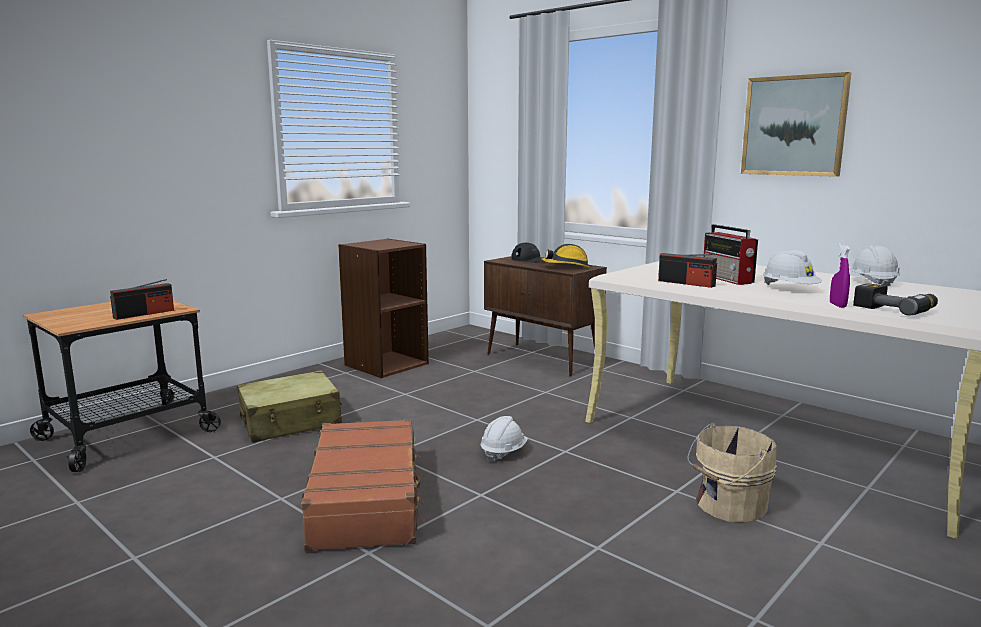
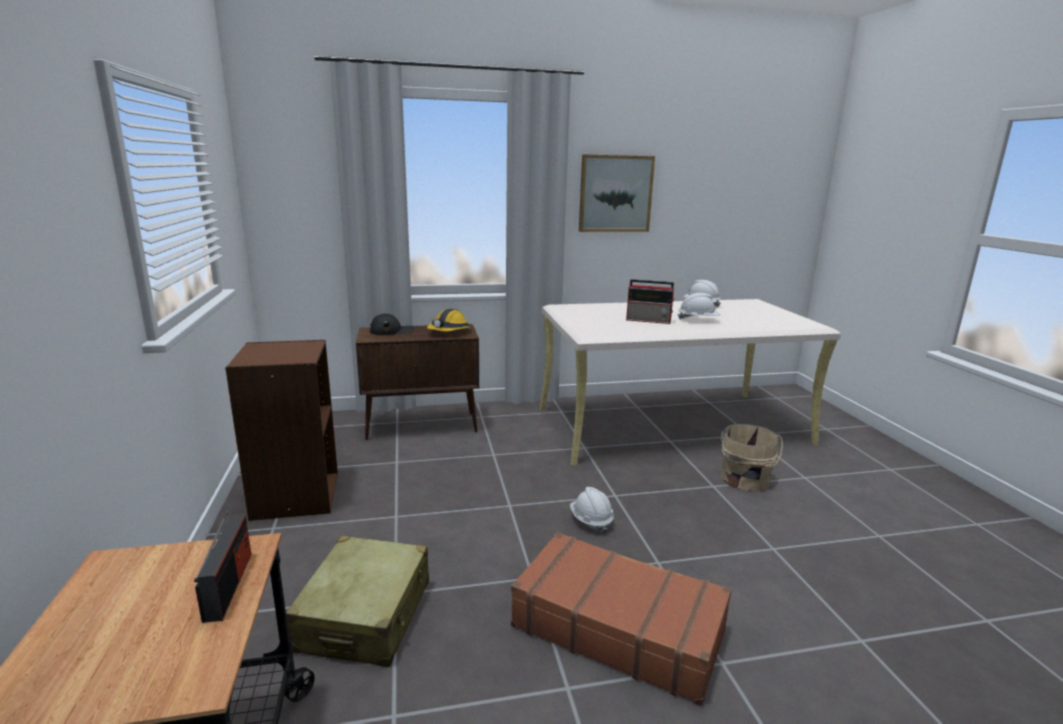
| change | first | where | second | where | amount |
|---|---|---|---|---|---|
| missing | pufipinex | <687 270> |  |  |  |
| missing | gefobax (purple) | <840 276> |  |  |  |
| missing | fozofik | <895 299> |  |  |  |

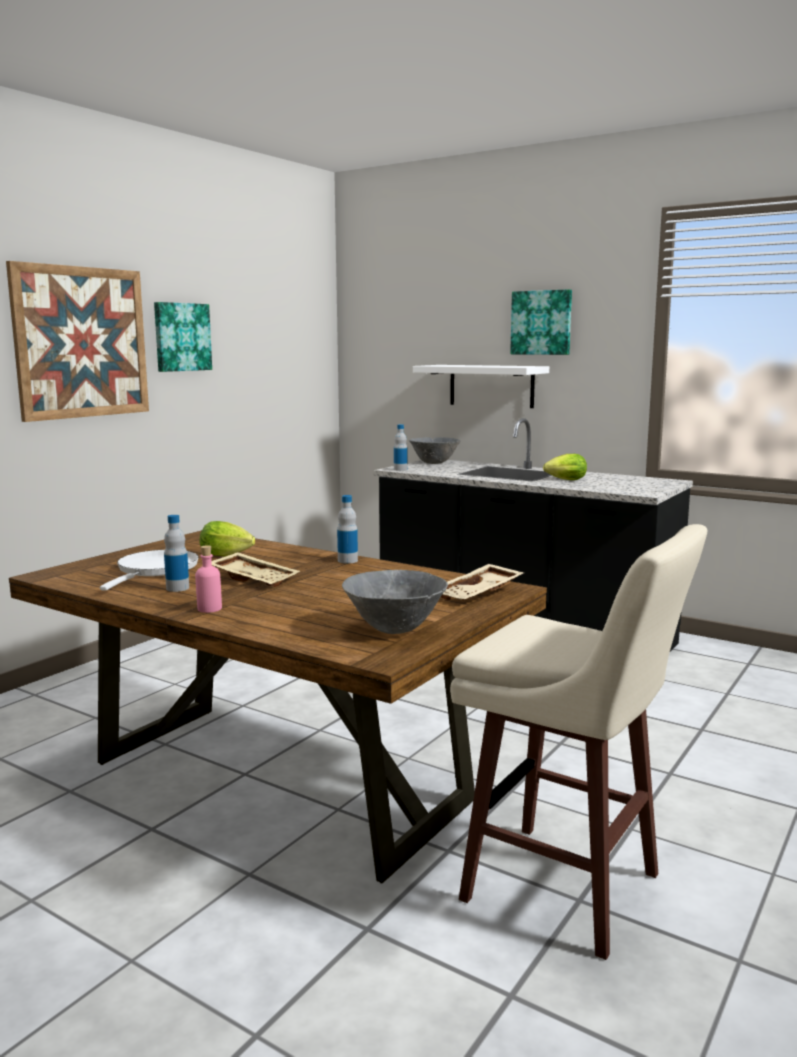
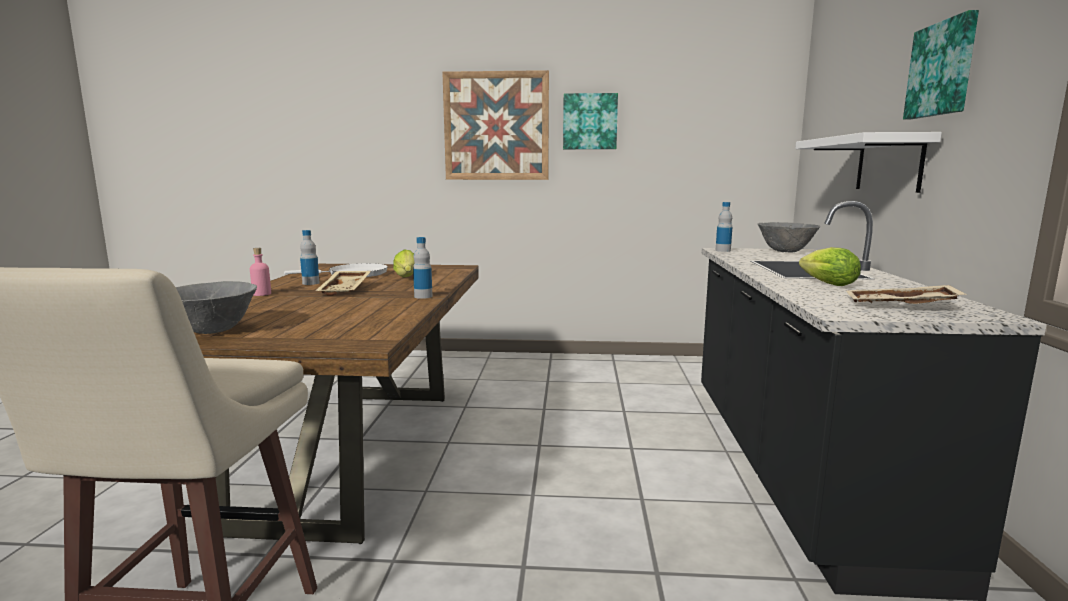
| change | first | where | second | where | amount |
|---|---|---|---|---|---|
| relocated | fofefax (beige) | <482 582> |  | <906 294> |  |

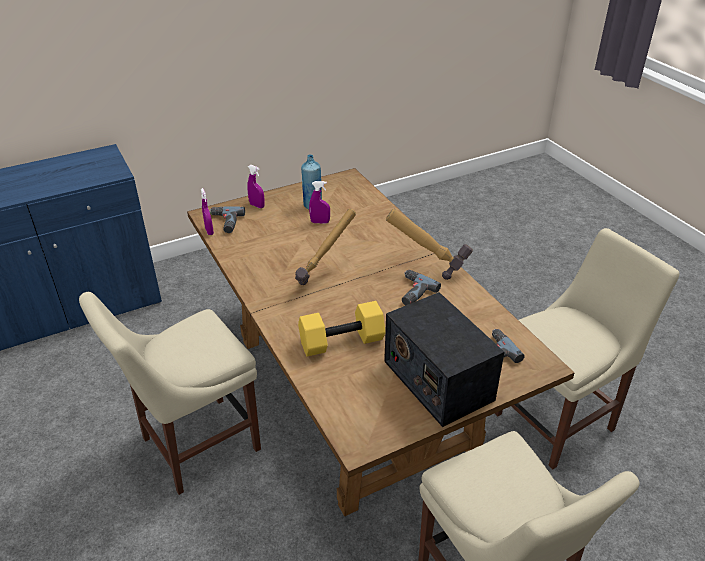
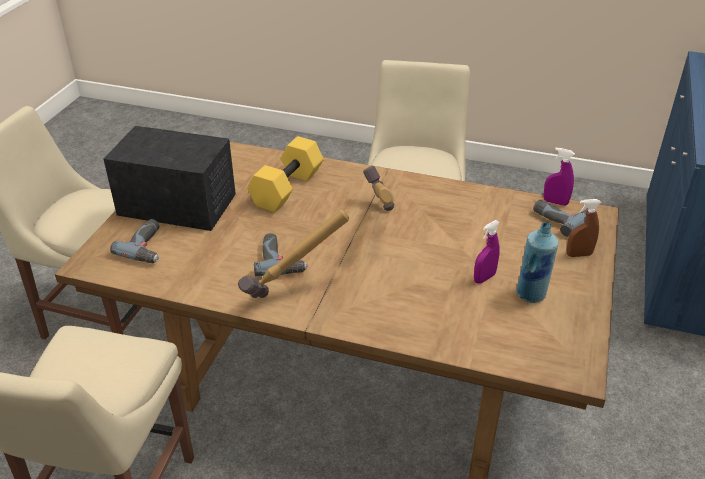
| change | first | where | second | where | amount |
|---|---|---|---|---|---|
| colour | gefobax (purple) | <256 186> | gefobax (brown) | <583 228> |  |

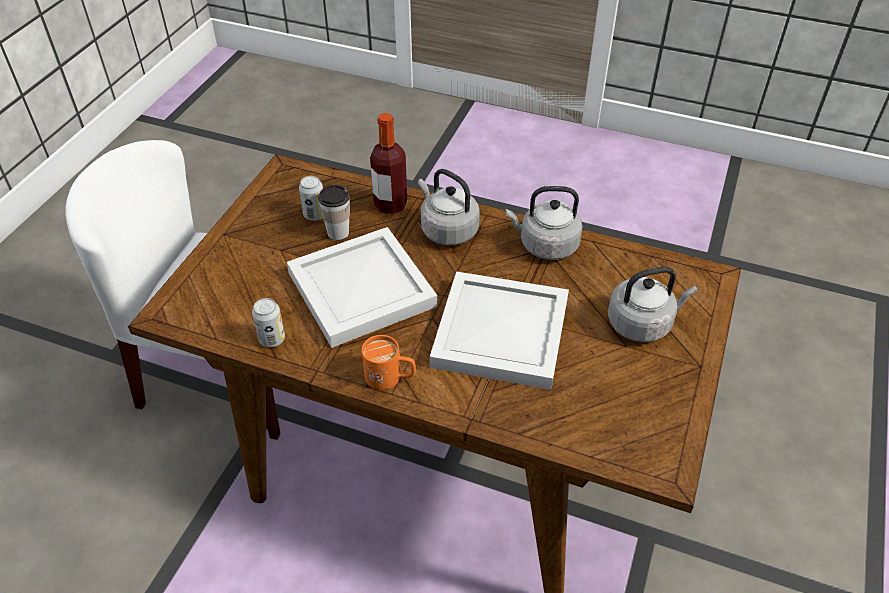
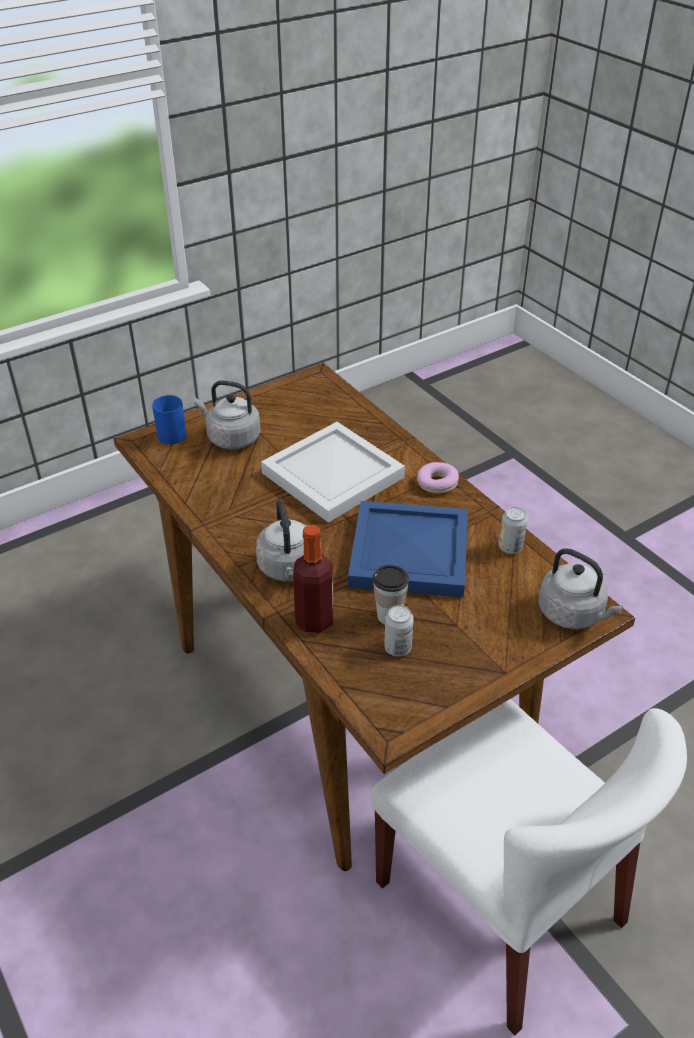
| change | first | where | second | where | amount |
|---|---|---|---|---|---|
| appeared |  |  | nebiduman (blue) | <169 419> |  |
| relocated | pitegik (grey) | <544 223> |  | <580 588> |  |
| exchanged | nebiduman (orange) | <389 362> | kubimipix | <438 478> |  |
| colour | fofefax (white) | <362 287> | fofefax (blue) | <408 549> |  |

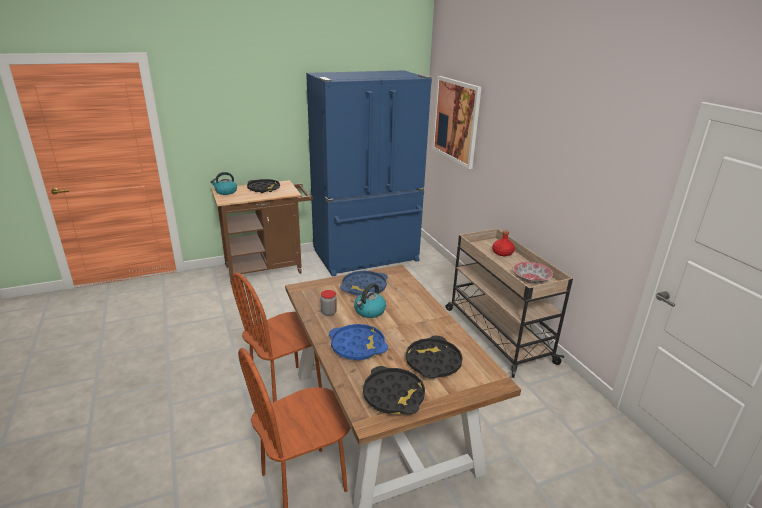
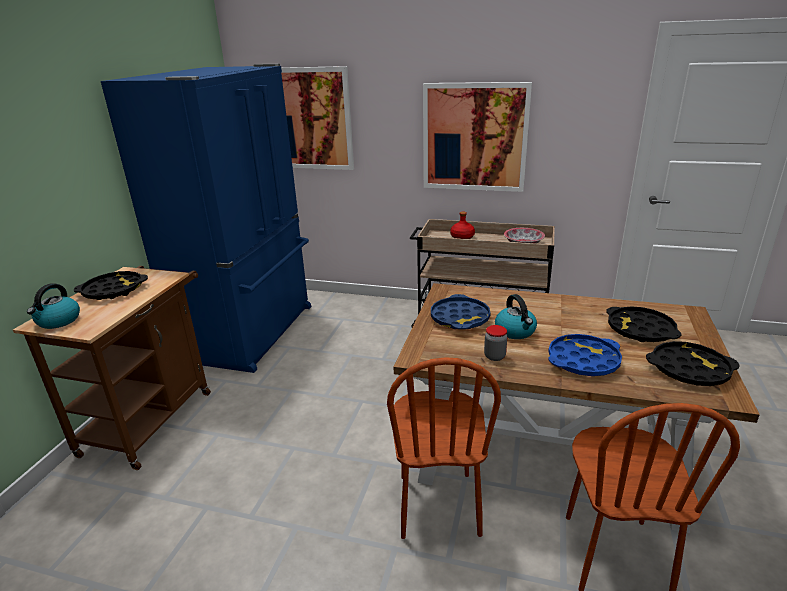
| change | first | where | second | where | amount |
|---|---|---|---|---|---|
| appeared |  |  | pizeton | <477 137> |  |

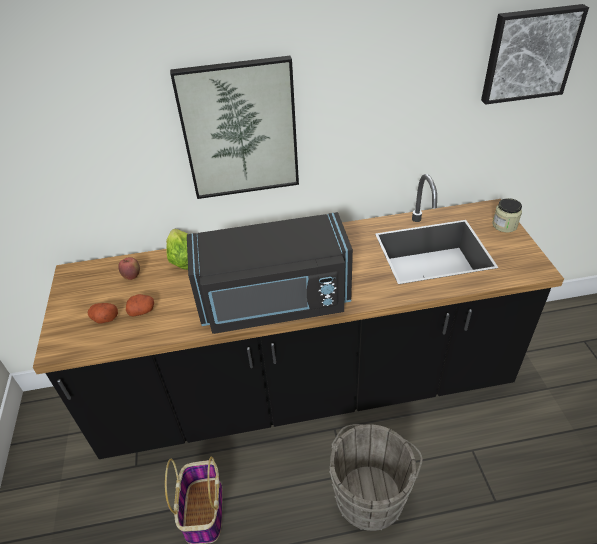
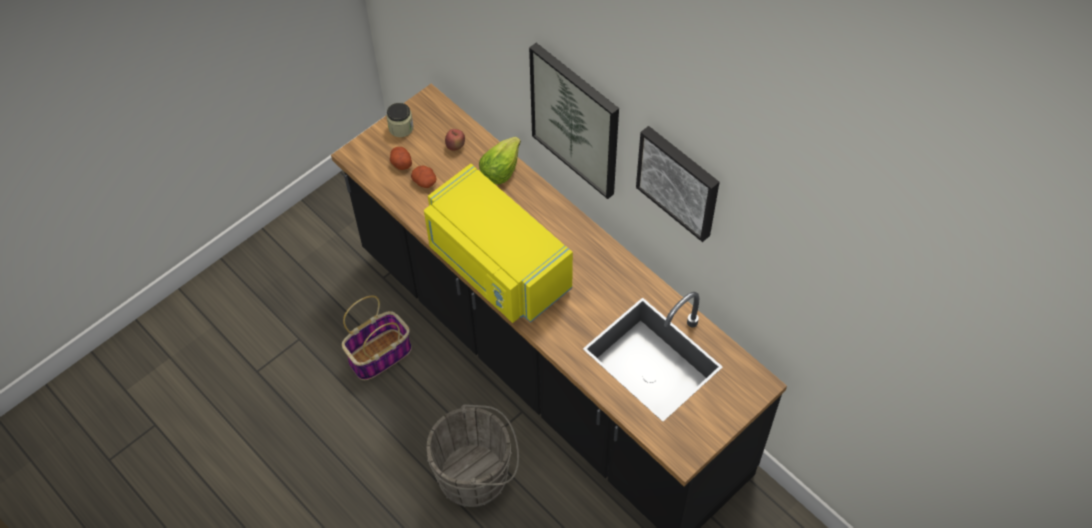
| change | first | where | second | where | amount |
|---|---|---|---|---|---|
| relocated | pizeton | <535 54> |  | <678 184> |  |
| relocated | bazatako | <507 215> |  | <400 120> |  |
| colour | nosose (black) | <270 273> | nosose (yellow) | <498 243> |  |

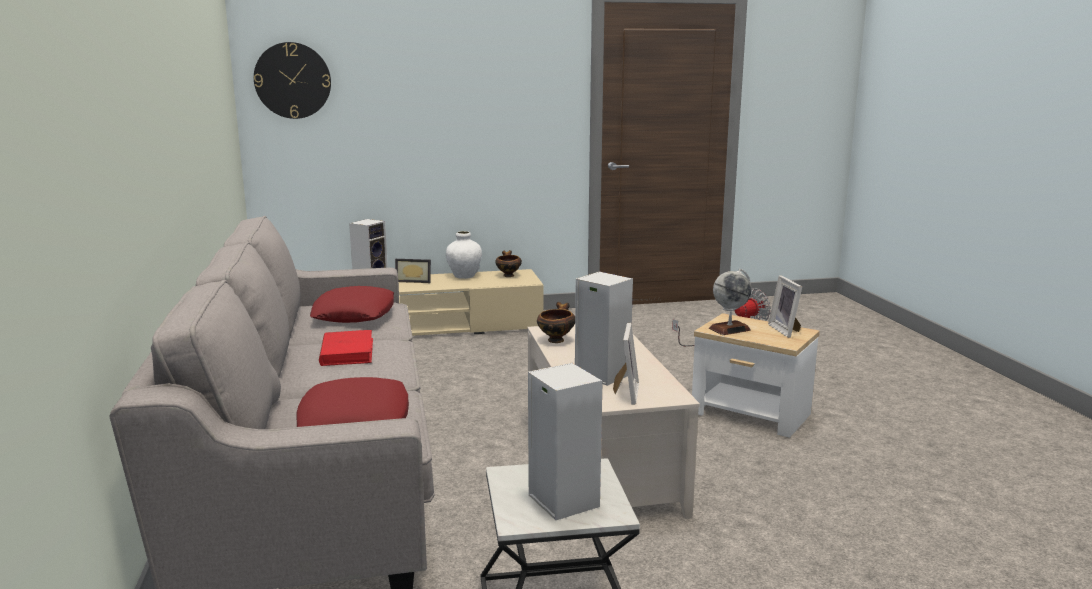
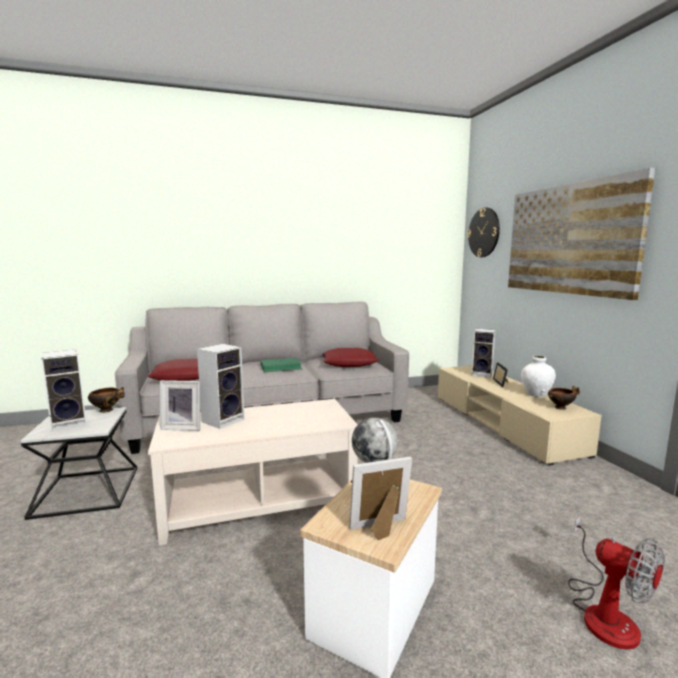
| change | first | where | second | where | amount |
|---|---|---|---|---|---|
| appeared |  |  | pizeton | <581 234> |  |
| relocated | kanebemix | <556 322> |  | <106 400> |  |
| colour | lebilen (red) | <346 348> | lebilen (green) | <281 365> |  |

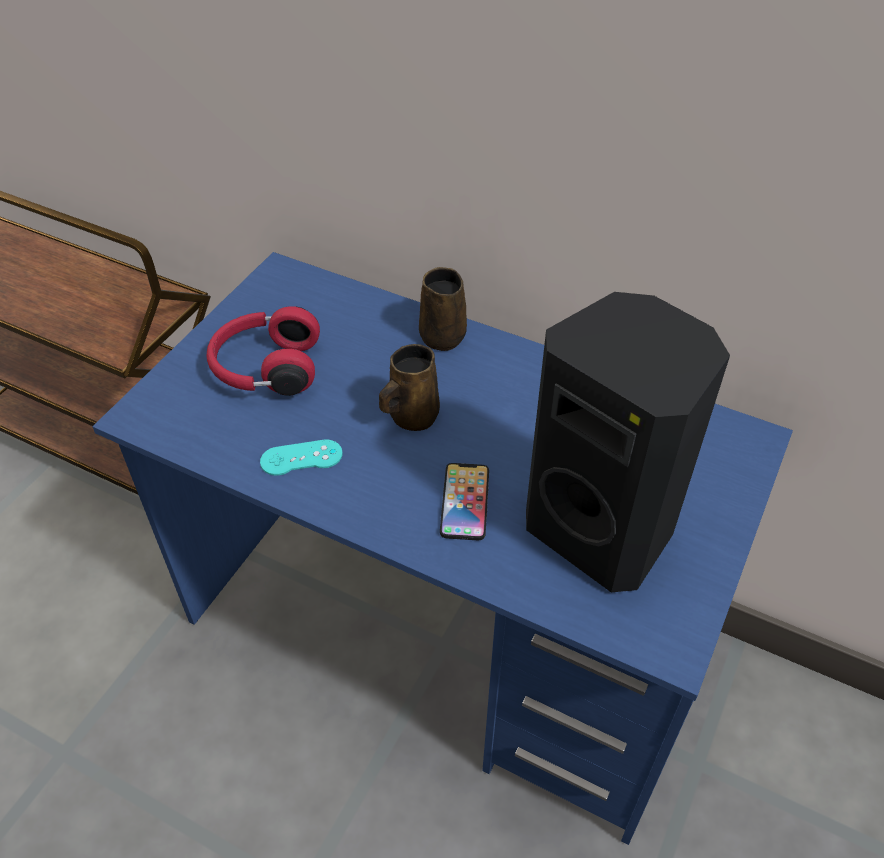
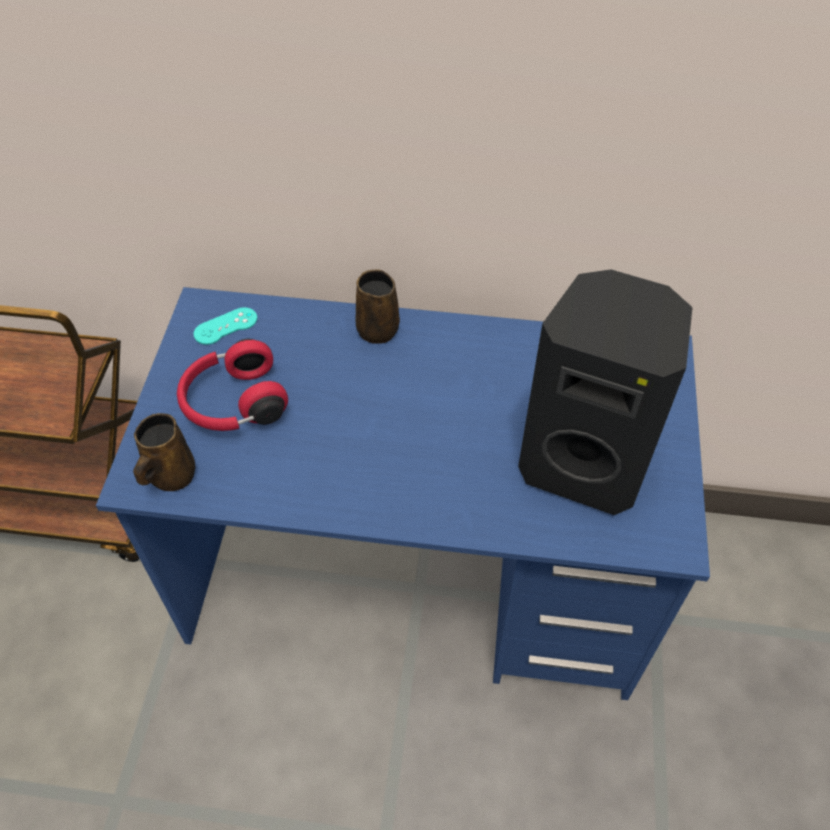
| change | first | where | second | where | amount |
|---|---|---|---|---|---|
| missing | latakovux | <464 501> |  |  |  |
| relocated | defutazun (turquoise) | <301 457> |  | <225 326> |  |
| relocated | nebiduman (brown) | <409 387> |  | <164 452> |  |

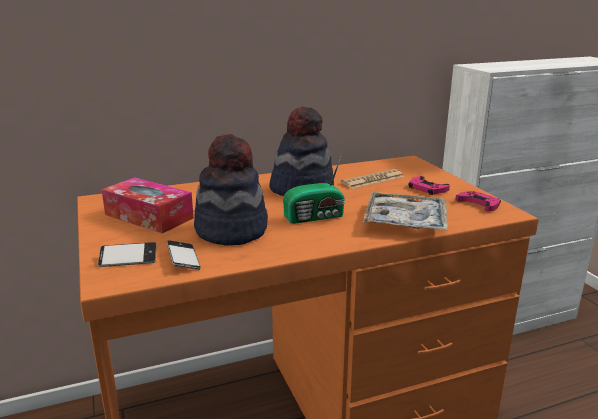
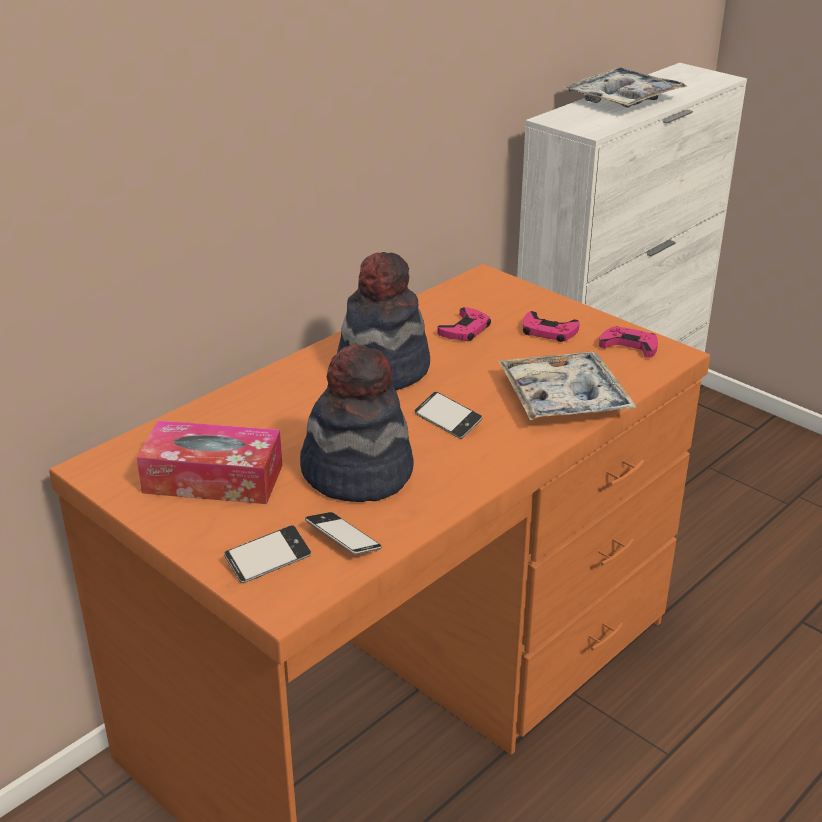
| change | first | where | second | where | amount |
|---|---|---|---|---|---|
| appeared |  |  | fofefax | <625 87> |  |
| exchanged | pufipinex | <314 190> | latakovux | <448 415> |  |
| exchanged | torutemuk | <372 179> | defutazun (pink) | <464 324> |  |

